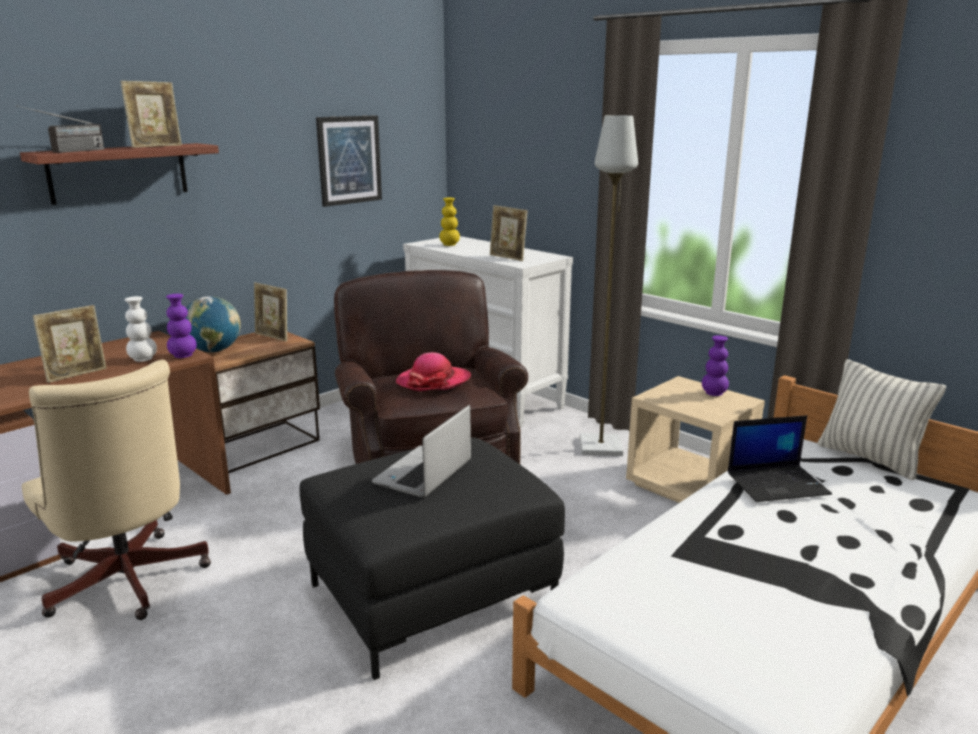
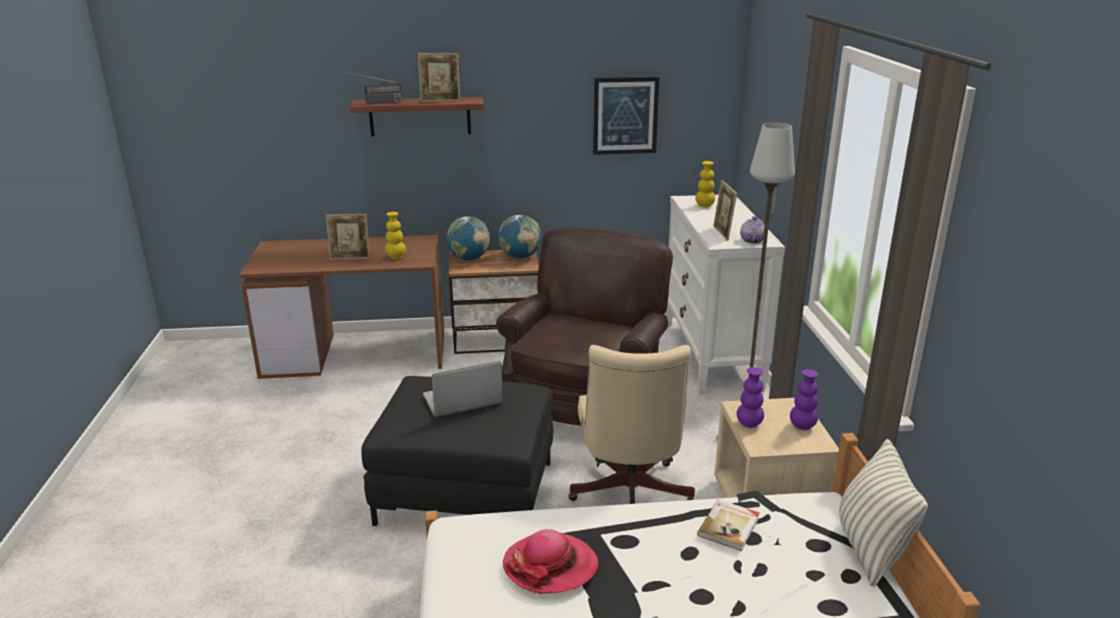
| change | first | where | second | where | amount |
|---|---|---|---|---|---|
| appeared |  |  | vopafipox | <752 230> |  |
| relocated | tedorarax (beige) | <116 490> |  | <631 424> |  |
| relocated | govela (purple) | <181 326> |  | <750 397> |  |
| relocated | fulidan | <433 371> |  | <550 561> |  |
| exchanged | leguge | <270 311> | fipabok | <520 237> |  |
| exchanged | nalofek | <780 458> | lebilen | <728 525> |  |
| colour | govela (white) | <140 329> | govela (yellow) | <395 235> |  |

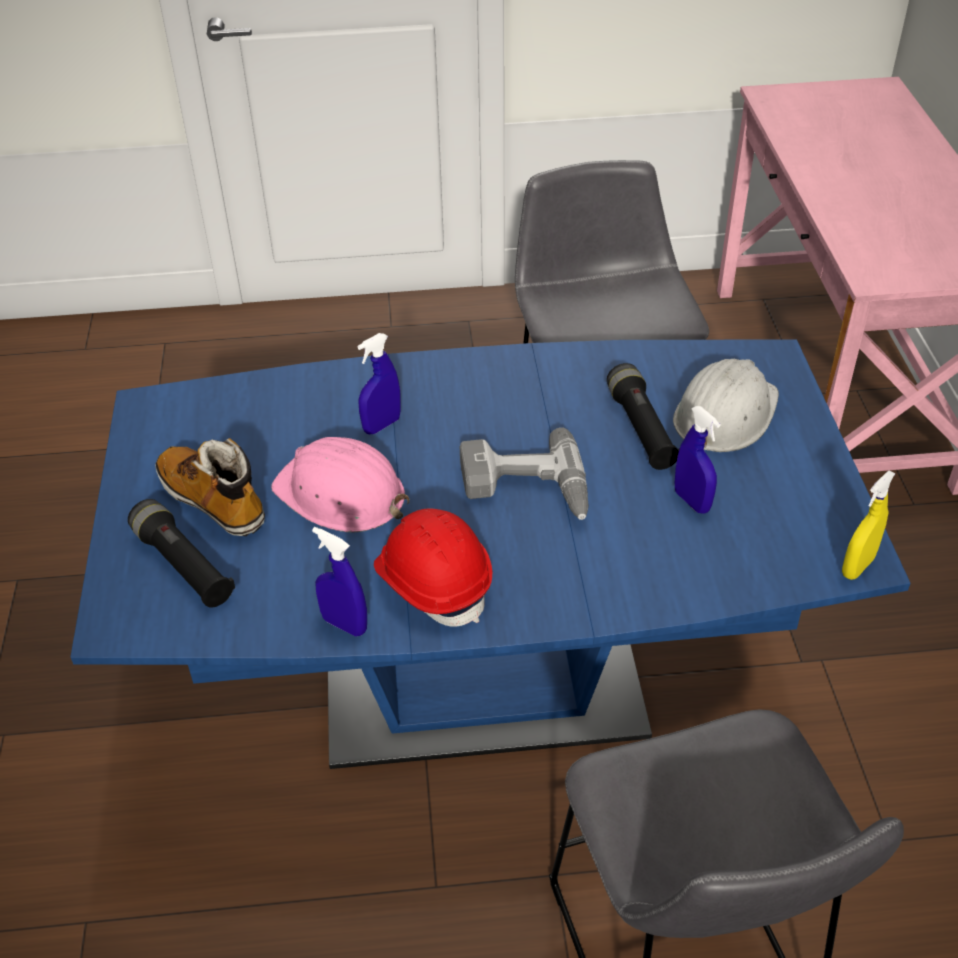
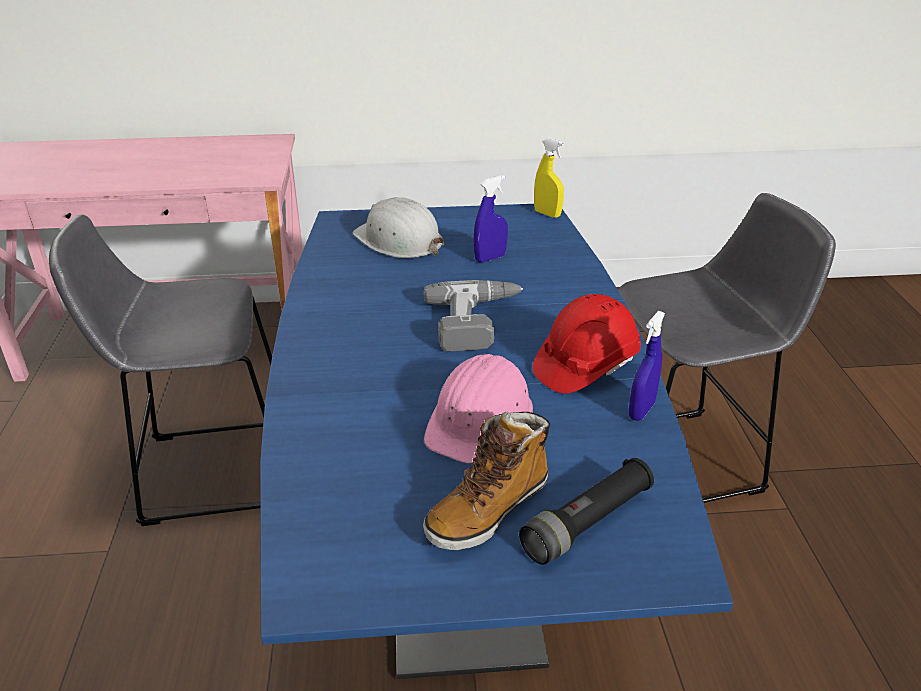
| change | first | where | second | where | amount |
|---|---|---|---|---|---|
| missing | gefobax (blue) | <379 384> |  |  |  |
| missing | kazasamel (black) | <643 416> |  |  |  |

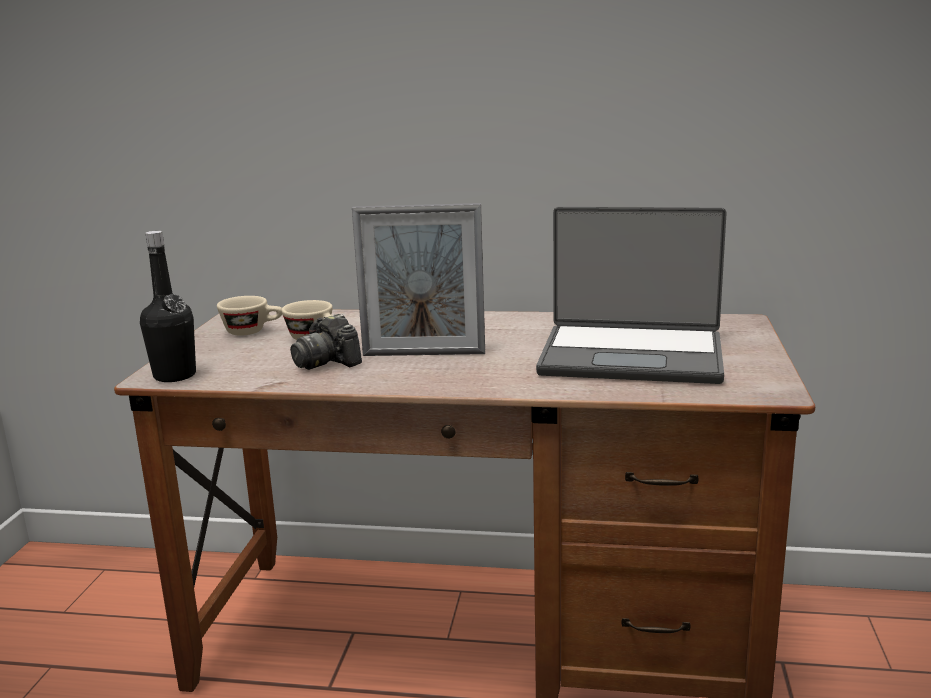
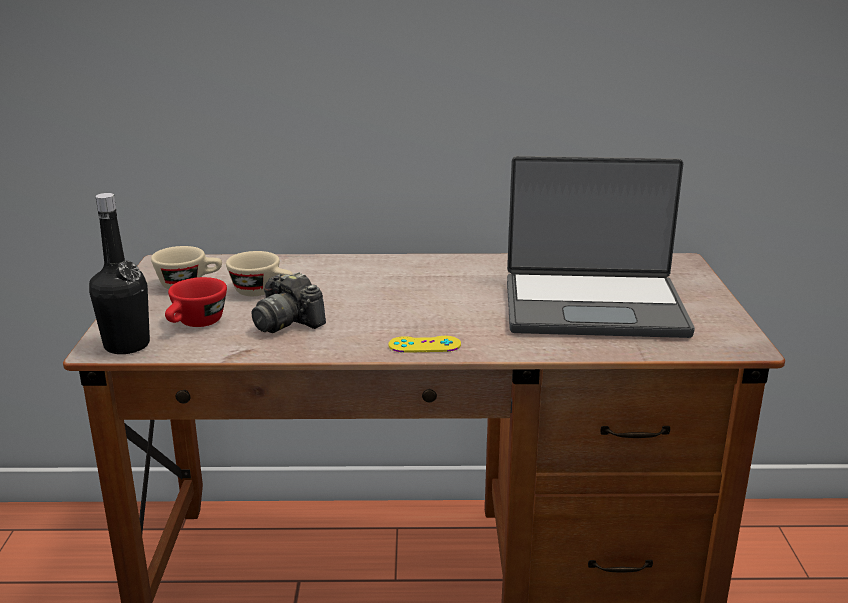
| change | first | where | second | where | amount |
|---|---|---|---|---|---|
| missing | leguge | <418 279> |  |  |  |
| appeared |  |  | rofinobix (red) | <196 302> |  |
| appeared |  |  | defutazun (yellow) | <424 344> |  |

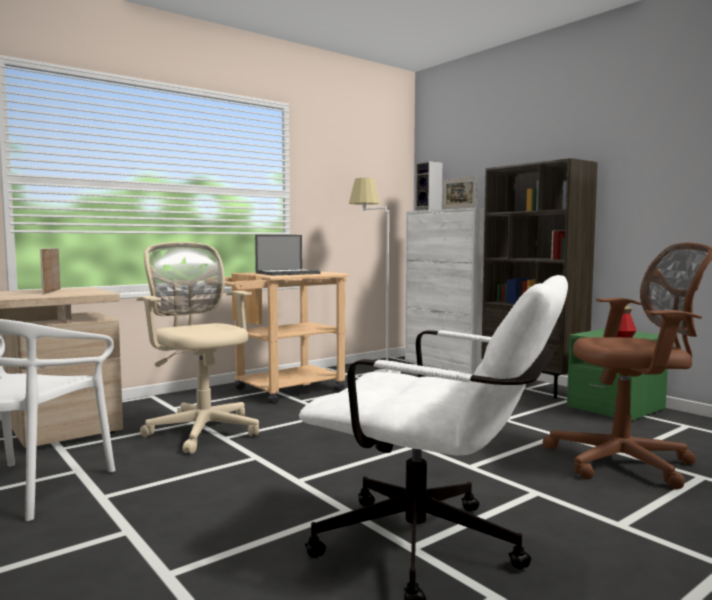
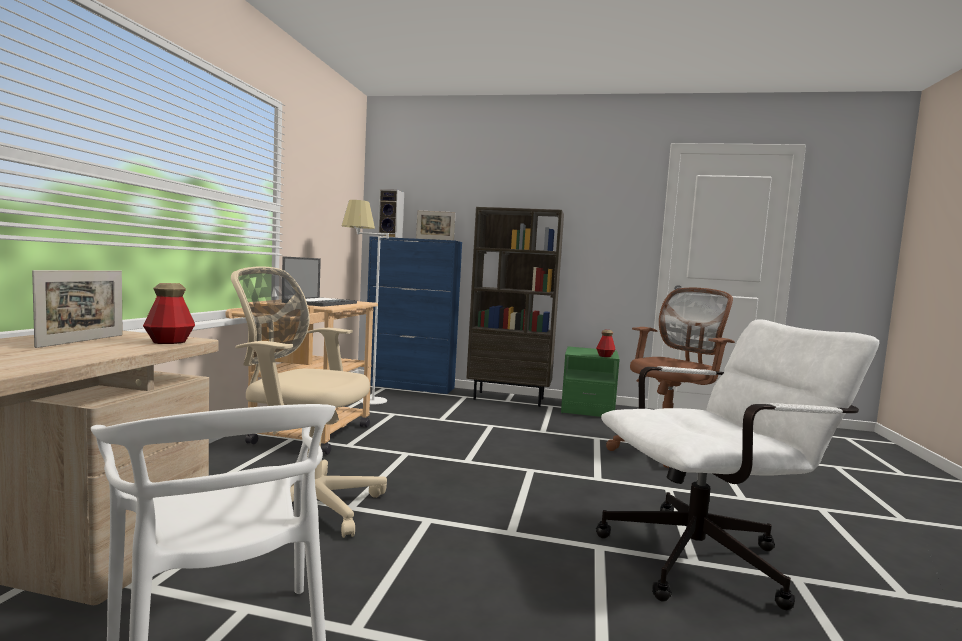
| change | first | where | second | where | amount |
|---|---|---|---|---|---|
| appeared |  |  | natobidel | <169 313> |  |
| colour | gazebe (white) | <445 291> | gazebe (blue) | <414 315> |  |
| spun | leguge | <50 271> |  | <77 309> | 120 degrees counterclockwise |

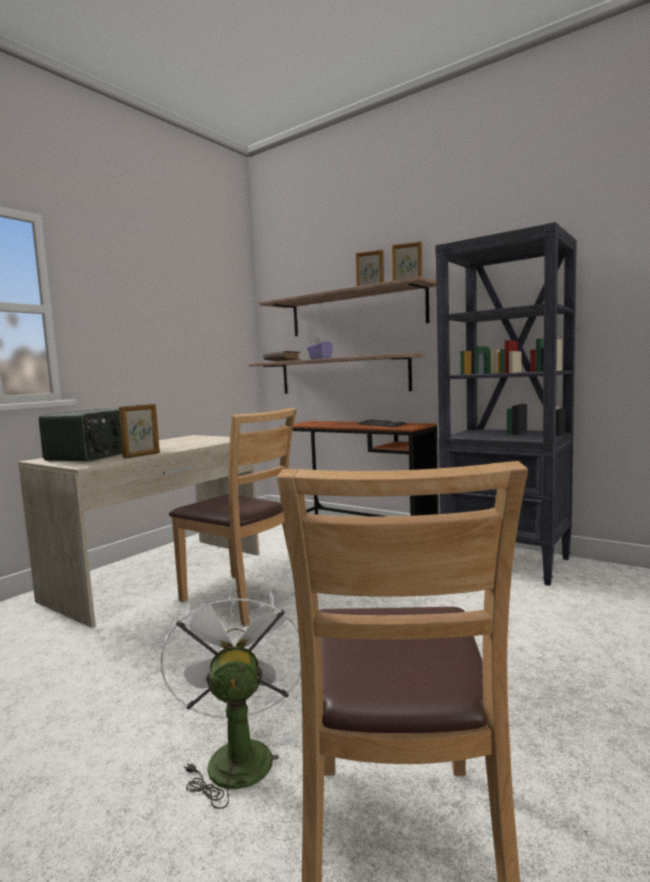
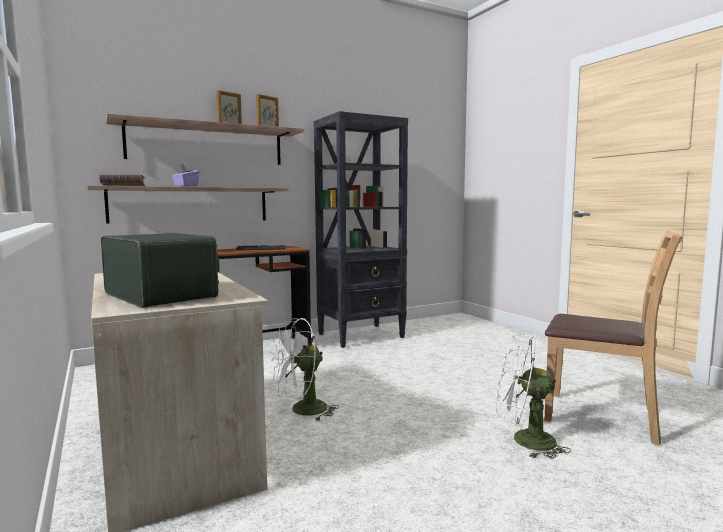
| change | first | where | second | where | amount |
|---|---|---|---|---|---|
| missing | leguge | <139 431> |  |  |  |
| exchanged | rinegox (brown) | <233 517> | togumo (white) | <305 369> |  |

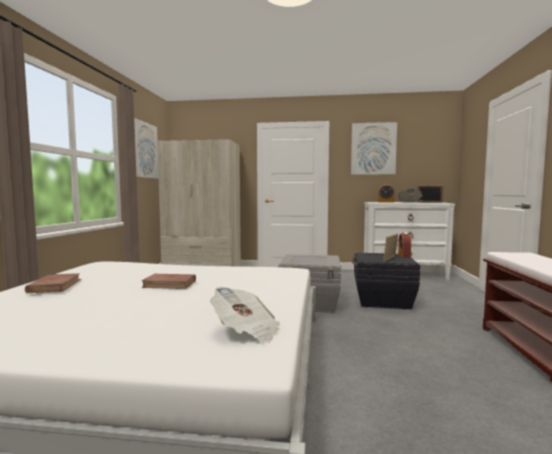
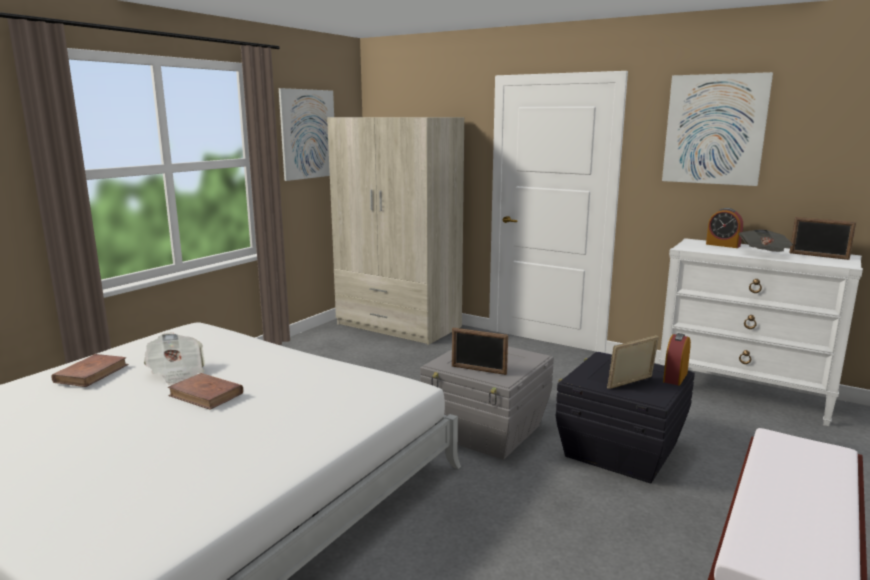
| change | first | where | second | where | amount |
|---|---|---|---|---|---|
| appeared |  |  | leguge | <480 351> |  |
| relocated | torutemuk | <245 315> |  | <174 359> |  |

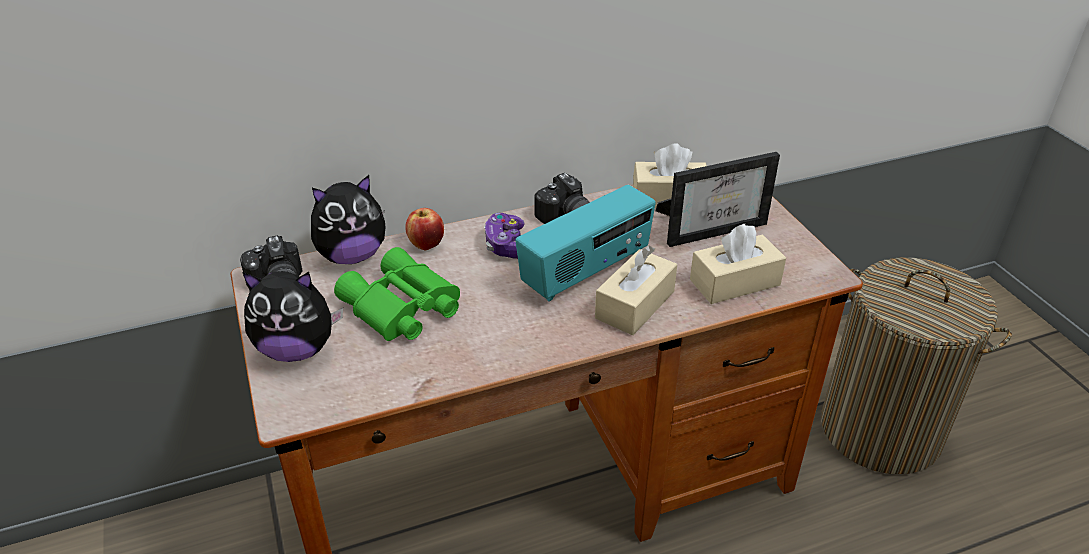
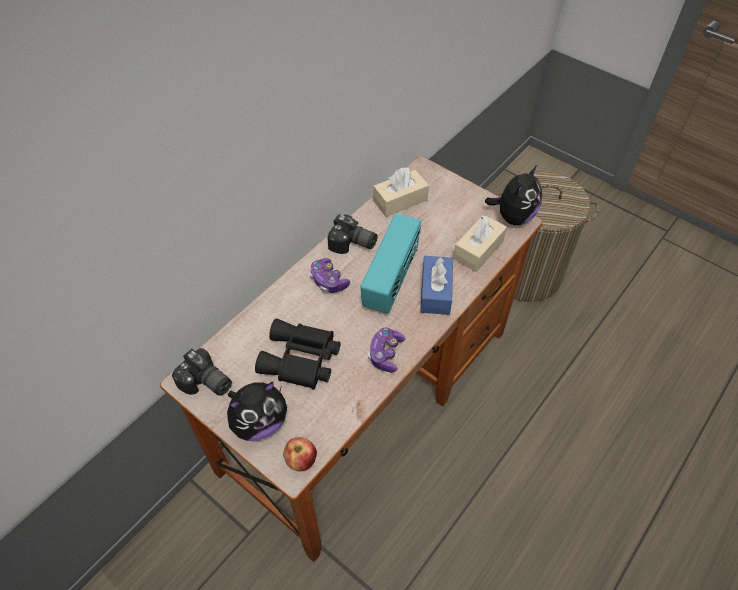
| change | first | where | second | where | amount |
|---|---|---|---|---|---|
| missing | leguge | <718 199> |  |  |  |
| appeared |  |  | defutazun | <386 349> |  |
| relocated | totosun | <348 219> |  | <513 195> |  |
| relocated | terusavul | <424 229> |  | <300 454> |  |
| colour | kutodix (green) | <397 294> | kutodix (black) | <297 354> |  |
| colour | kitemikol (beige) | <636 290> | kitemikol (blue) | <436 285> |  |

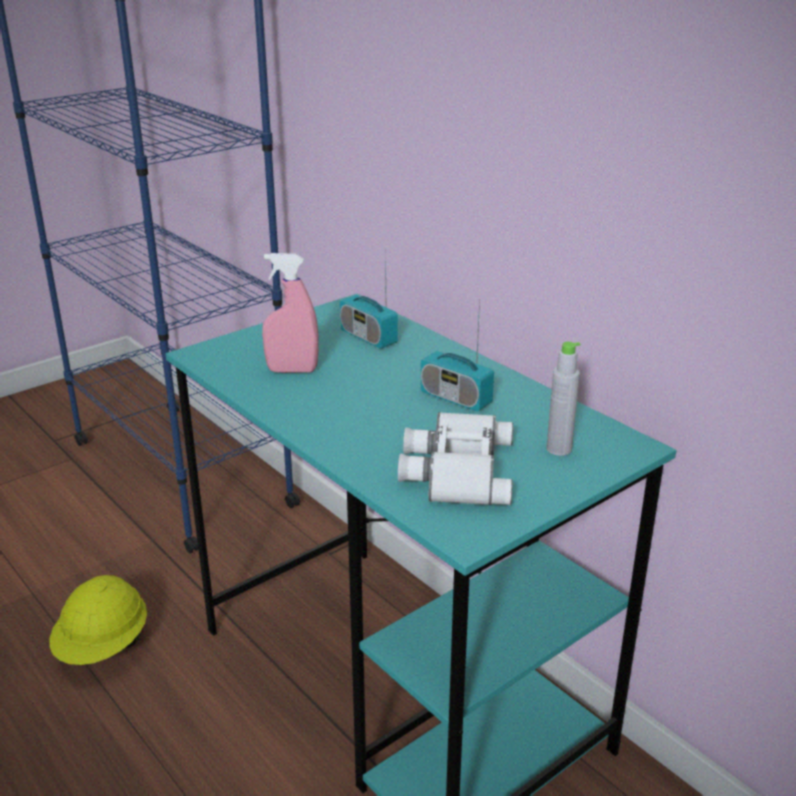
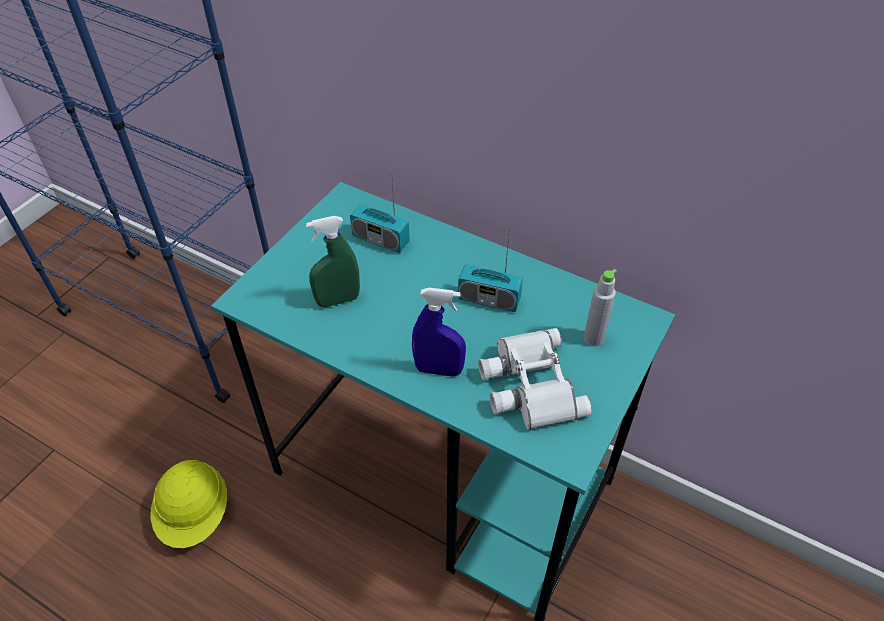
| change | first | where | second | where | amount |
|---|---|---|---|---|---|
| appeared |  |  | gefobax (blue) | <439 332> |  |
| colour | gefobax (pink) | <290 313> | gefobax (green) | <333 261> |  |

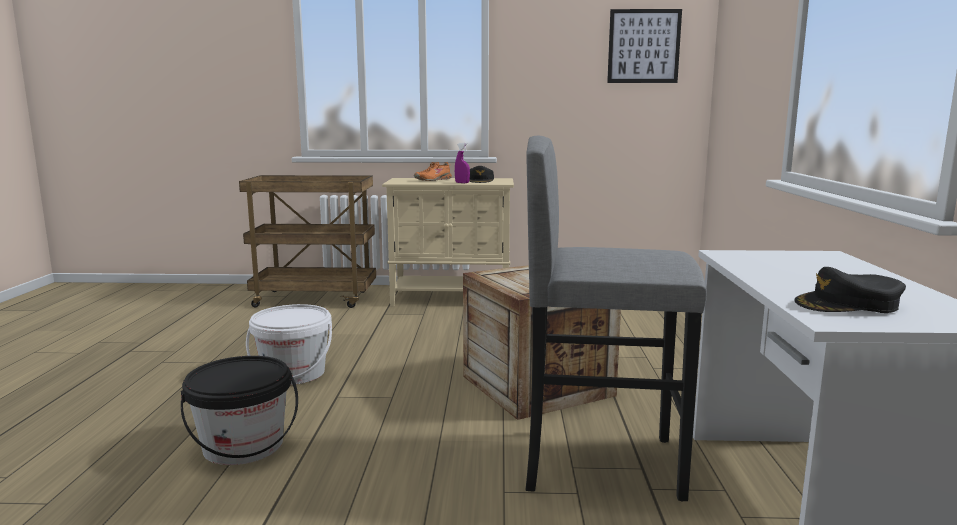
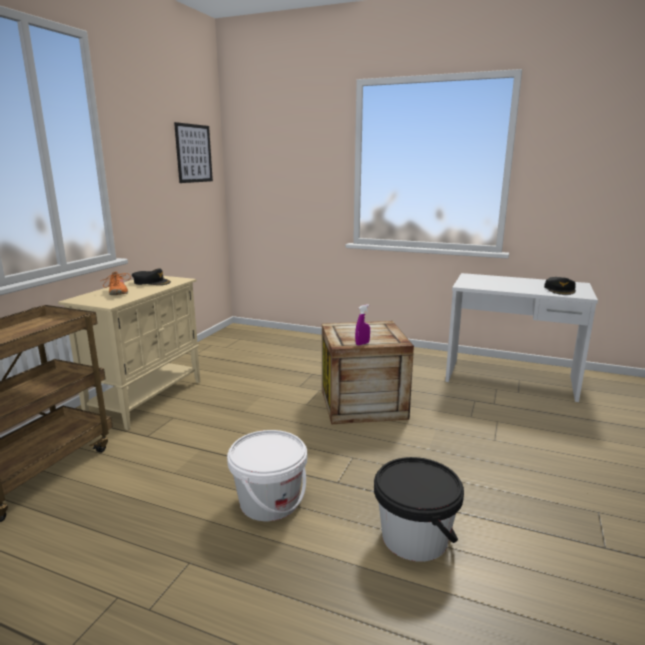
| change | first | where | second | where | amount |
|---|---|---|---|---|---|
| missing | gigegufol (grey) | <616 318> |  |  |  |
| relocated | gefobax (purple) | <462 163> |  | <362 325> |  |

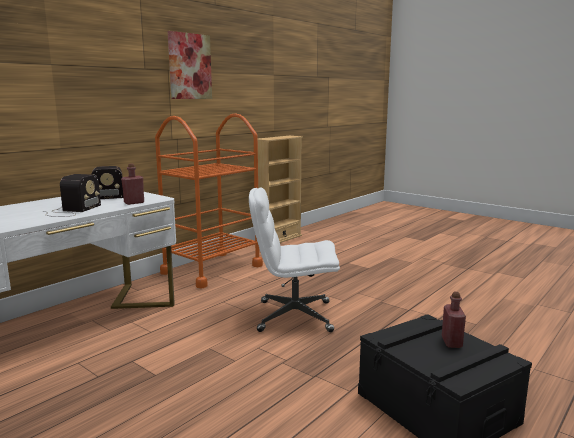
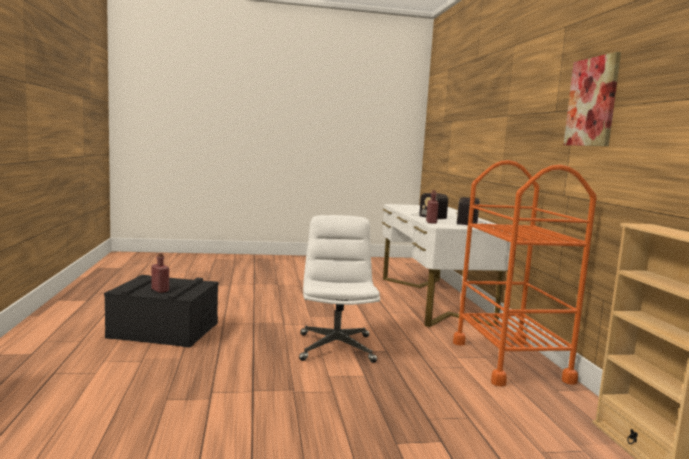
| change | first | where | second | where | amount |
|---|---|---|---|---|---|
| spun | tedorarax (white) | <294 259> |  | <339 289> | 45 degrees counterclockwise |

